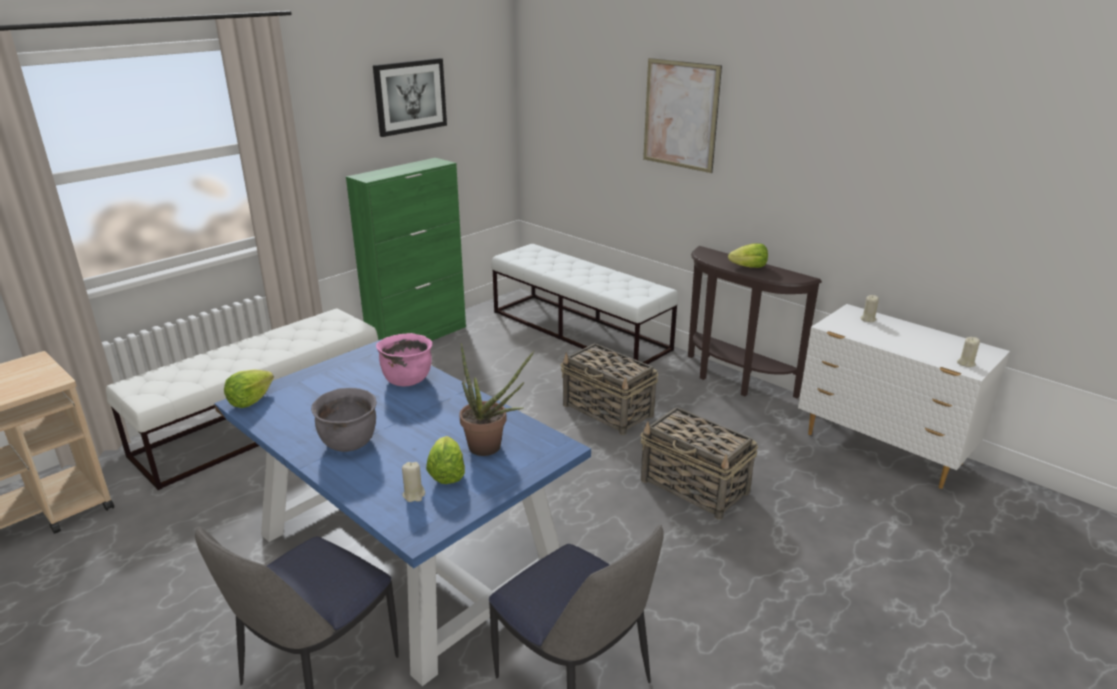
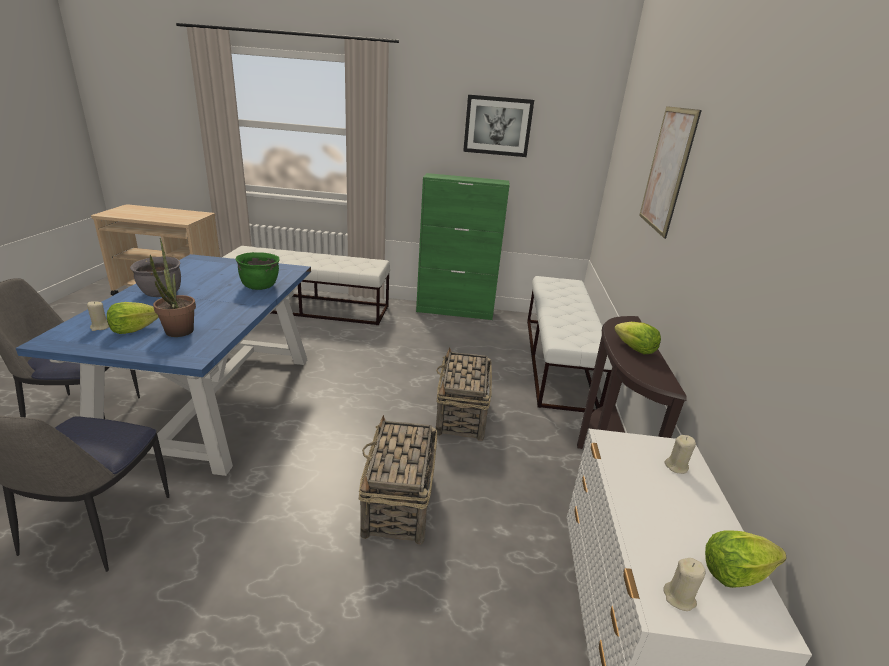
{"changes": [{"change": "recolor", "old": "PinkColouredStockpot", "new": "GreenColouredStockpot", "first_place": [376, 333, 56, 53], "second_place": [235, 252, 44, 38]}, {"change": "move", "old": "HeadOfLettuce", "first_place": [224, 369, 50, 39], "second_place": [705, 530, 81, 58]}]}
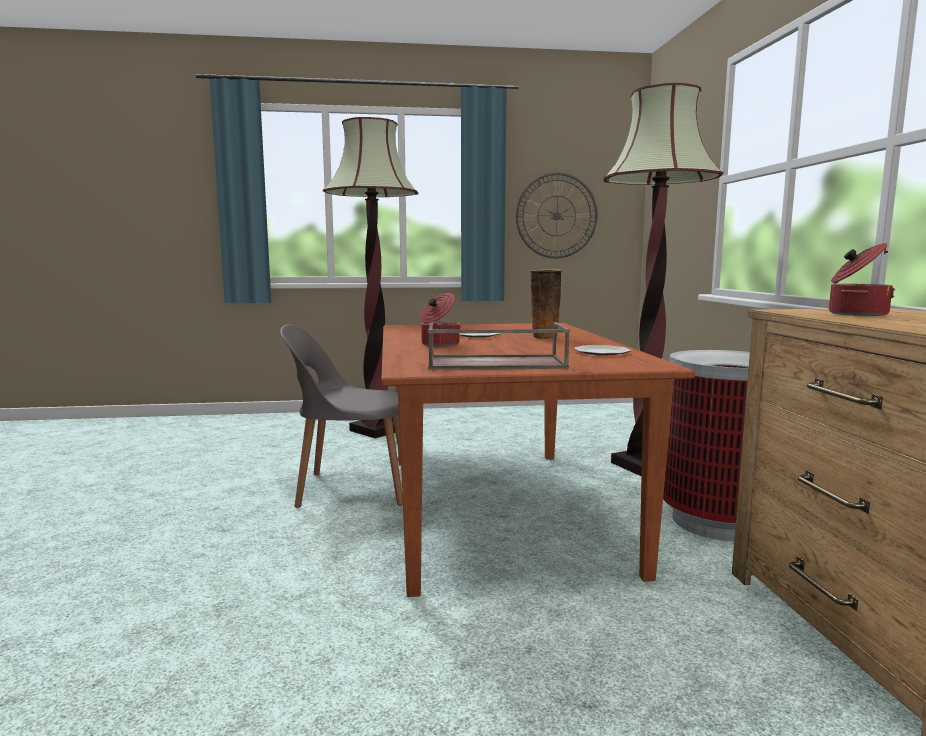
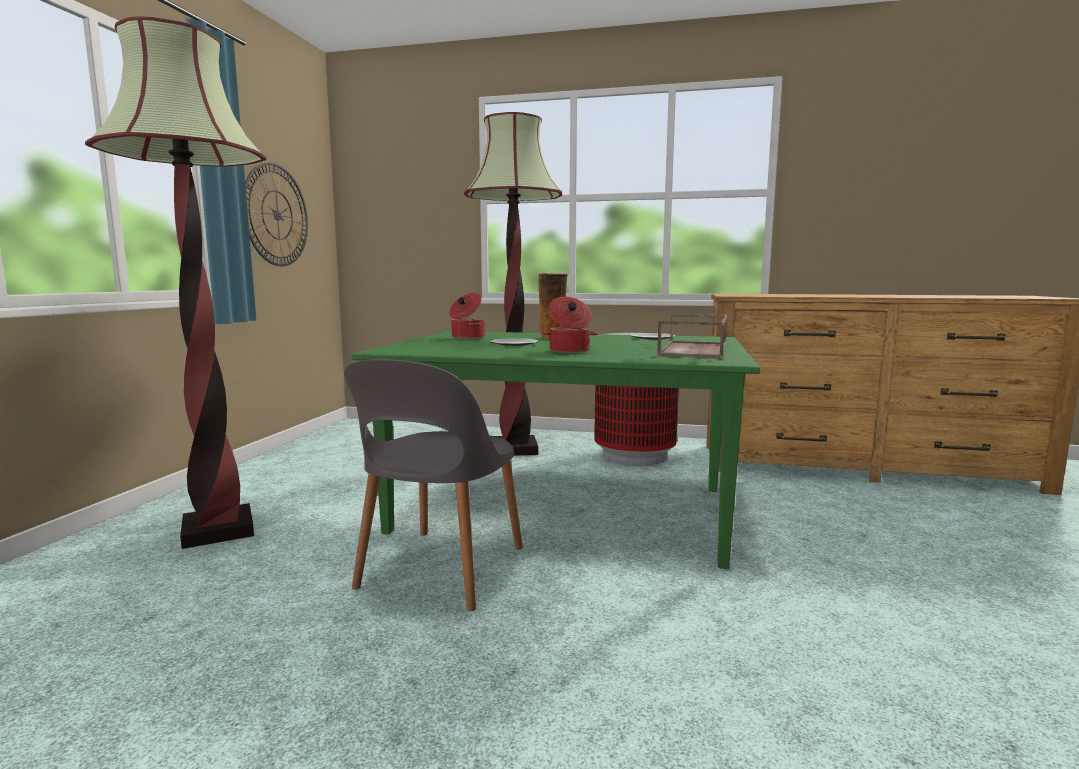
{"changes": [{"change": "recolor", "old": "BrownColouredDinnerTable", "new": "GreenColouredDinnerTable", "first_place": [381, 323, 314, 274], "second_place": [351, 331, 409, 238]}, {"change": "move", "old": "Stockpot", "first_place": [829, 243, 66, 73], "second_place": [449, 293, 36, 46]}]}
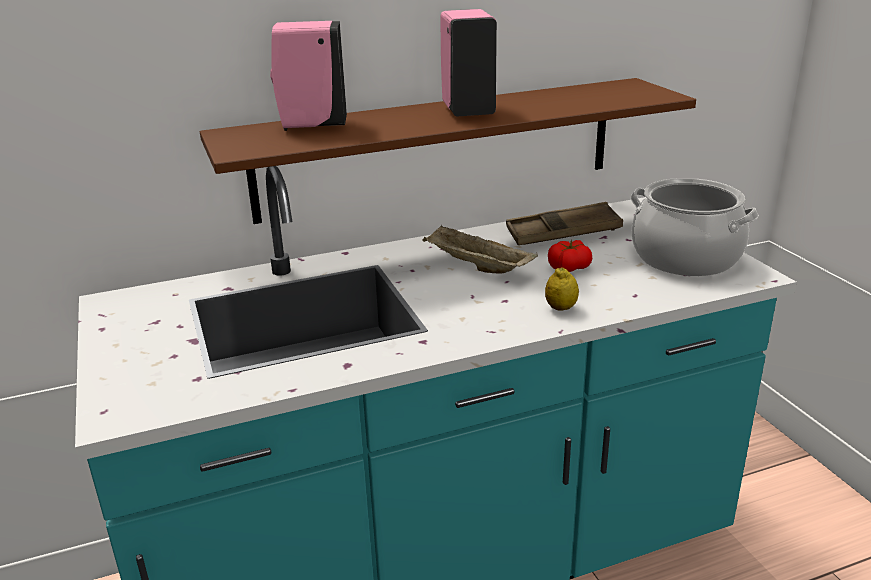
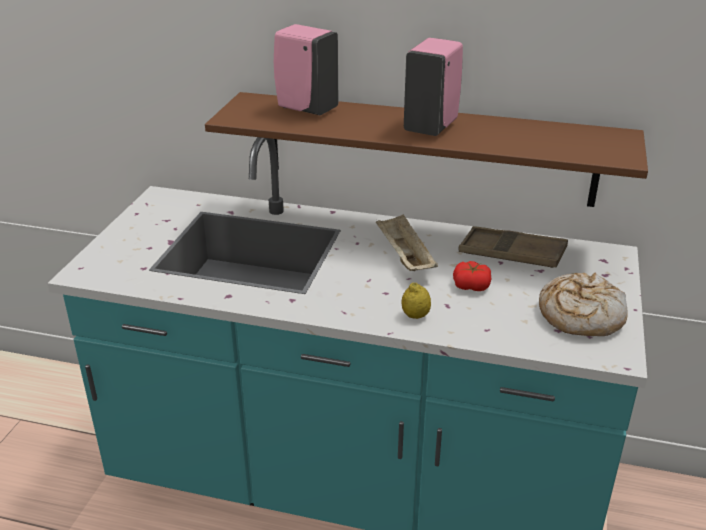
{"changes": [{"change": "replace", "old": "Stockpot", "new": "BakedBread", "first_place": [630, 178, 129, 98], "second_place": [539, 272, 89, 64]}]}
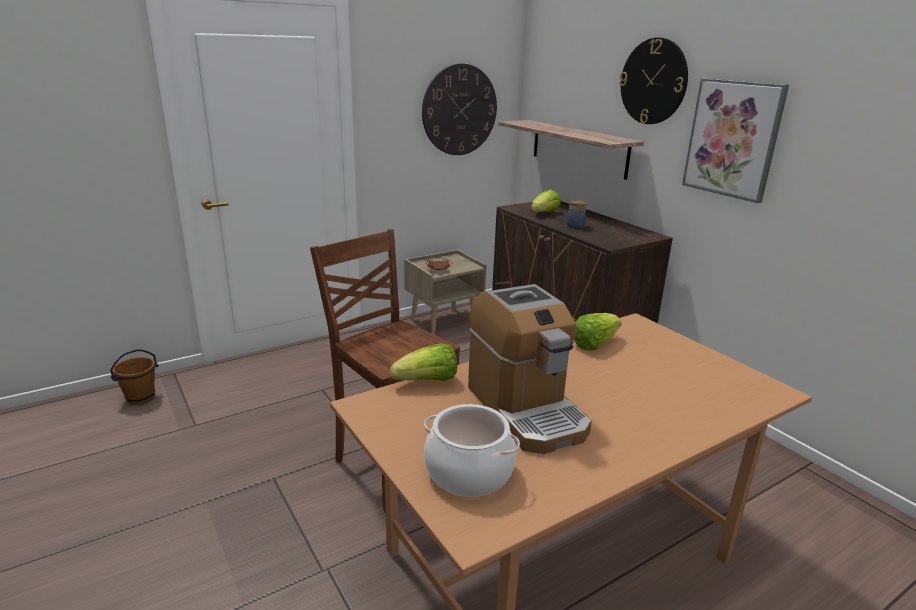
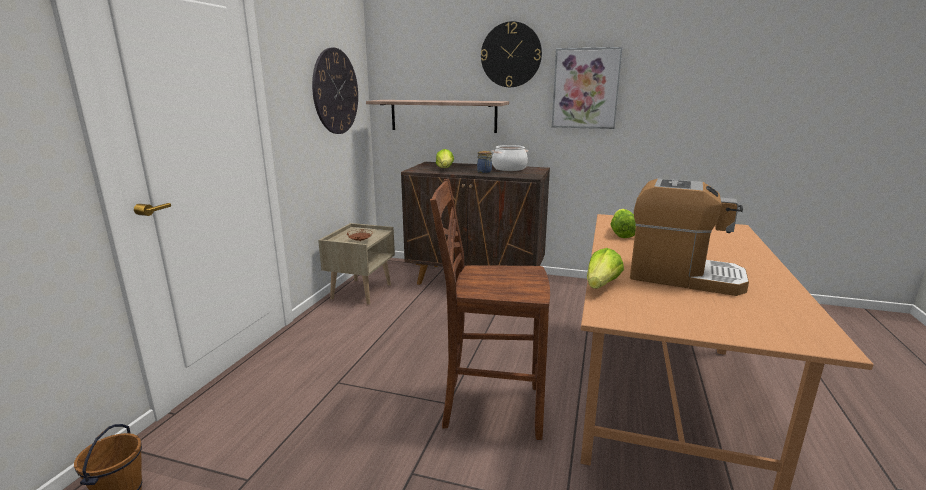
{"changes": [{"change": "move", "old": "Stockpot", "first_place": [424, 404, 96, 93], "second_place": [492, 145, 36, 26]}]}
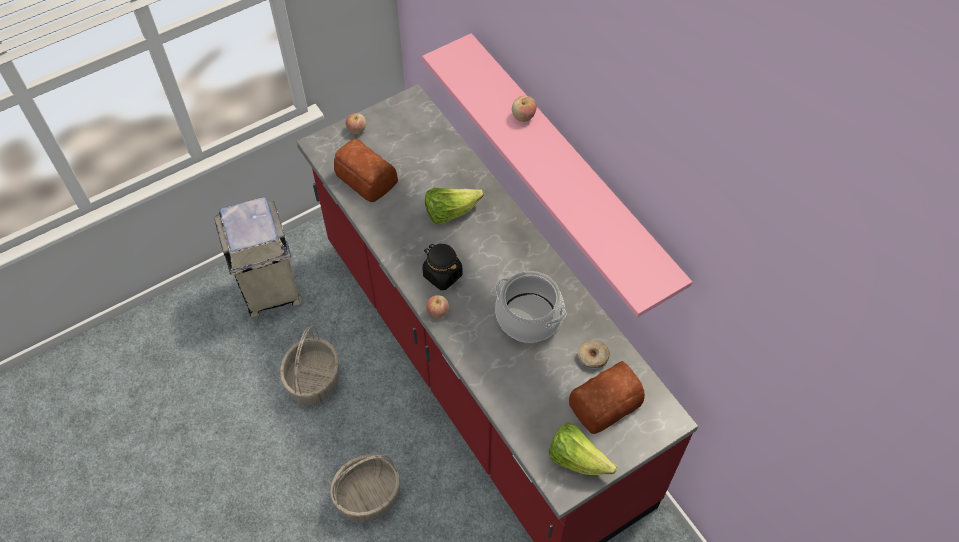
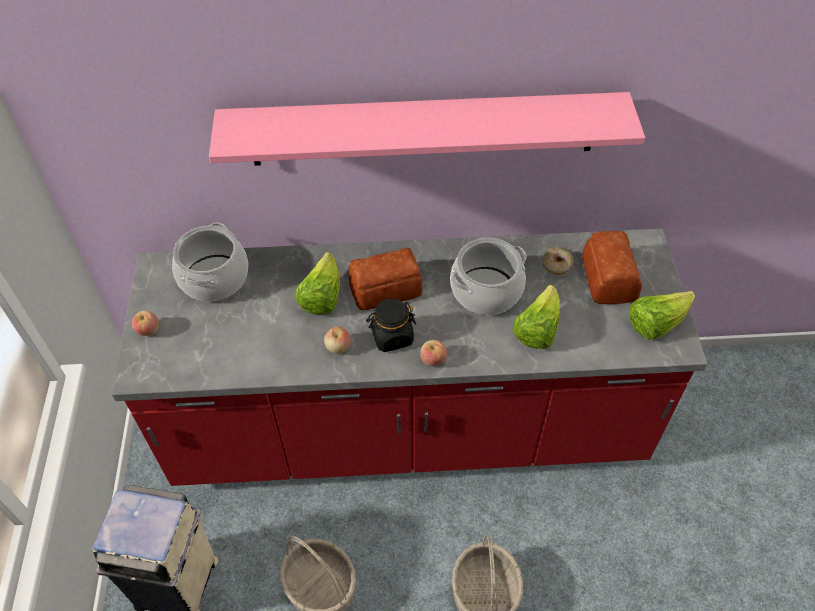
{"changes": [{"change": "insert", "new": "Stockpot", "second_place": [172, 223, 76, 78]}, {"change": "move", "old": "WholeApple", "first_place": [512, 96, 25, 26], "second_place": [324, 326, 27, 28]}, {"change": "move", "old": "BakedBread", "first_place": [334, 139, 64, 63], "second_place": [349, 248, 73, 62]}, {"change": "insert", "new": "HeadOfLettuce", "second_place": [513, 285, 47, 64]}]}
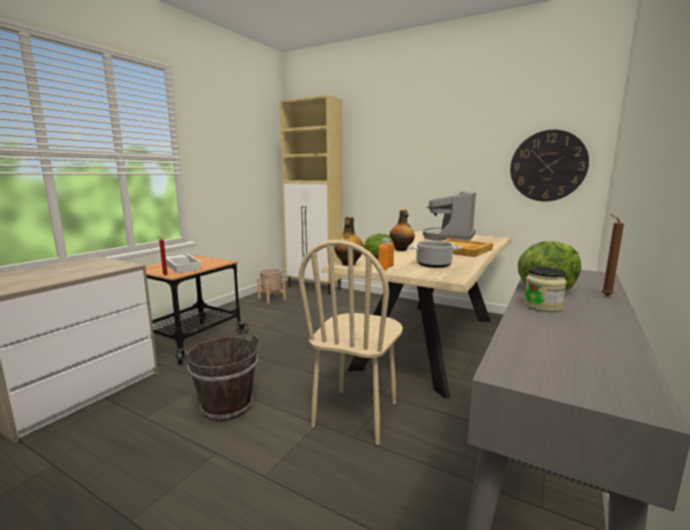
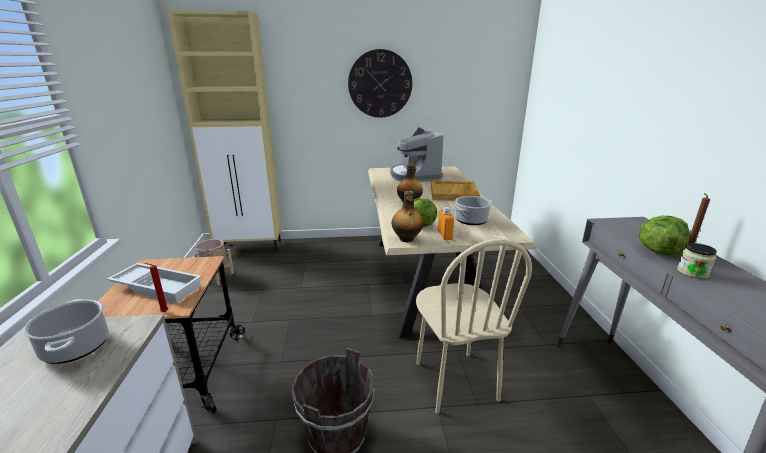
{"changes": [{"change": "insert", "new": "Stockpot", "second_place": [23, 299, 86, 65]}, {"change": "move", "old": "WallClock", "first_place": [510, 130, 79, 72], "second_place": [348, 49, 64, 69]}]}
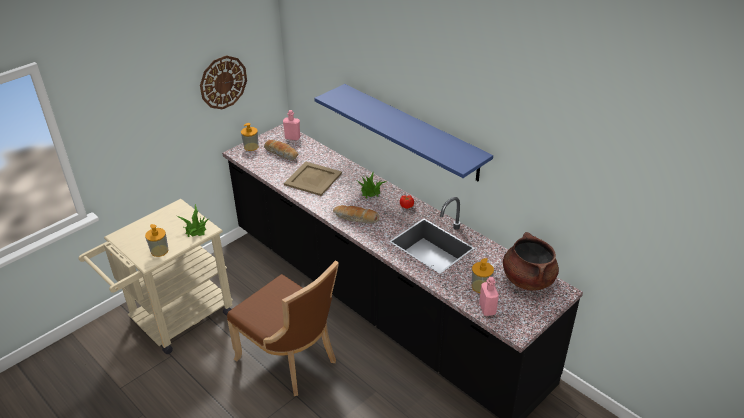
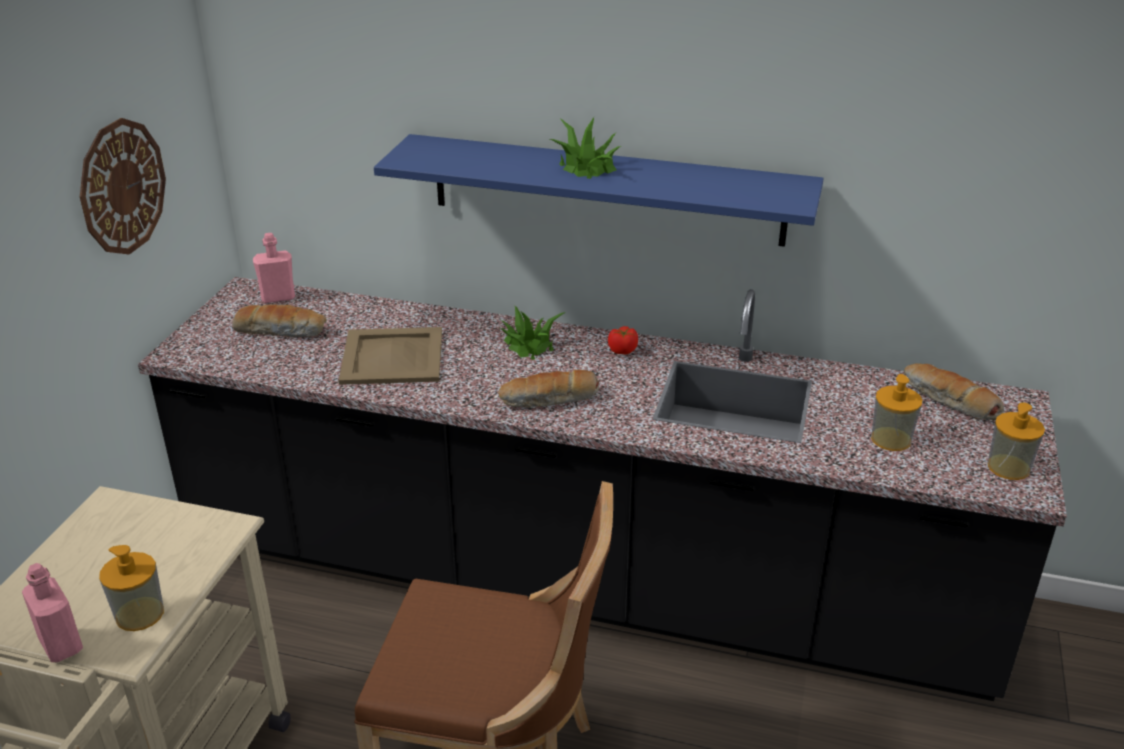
{"changes": [{"change": "move", "old": "PinkColouredBeverageBottle", "first_place": [479, 277, 20, 39], "second_place": [22, 563, 61, 99]}, {"change": "move", "old": "Houseplant", "first_place": [177, 203, 31, 34], "second_place": [550, 117, 71, 62]}, {"change": "replace", "old": "BrownColouredStockpot", "new": "BakedBread", "first_place": [503, 232, 56, 59], "second_place": [904, 363, 100, 57]}, {"change": "move", "old": "LiquidSoapBottle", "first_place": [241, 123, 18, 28], "second_place": [988, 403, 57, 77]}]}
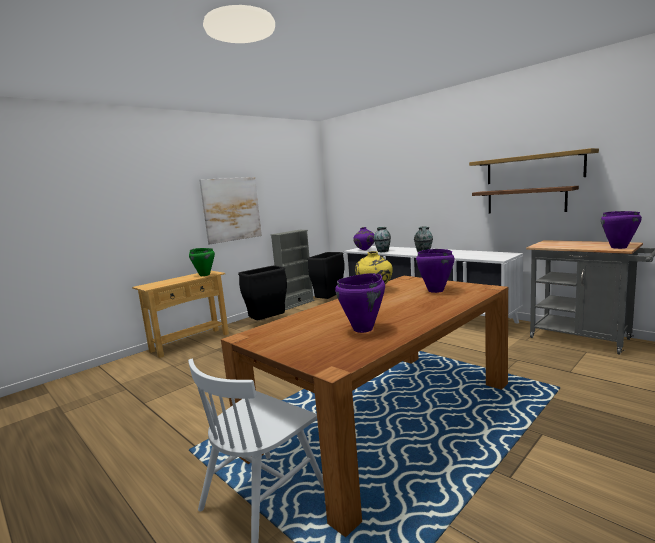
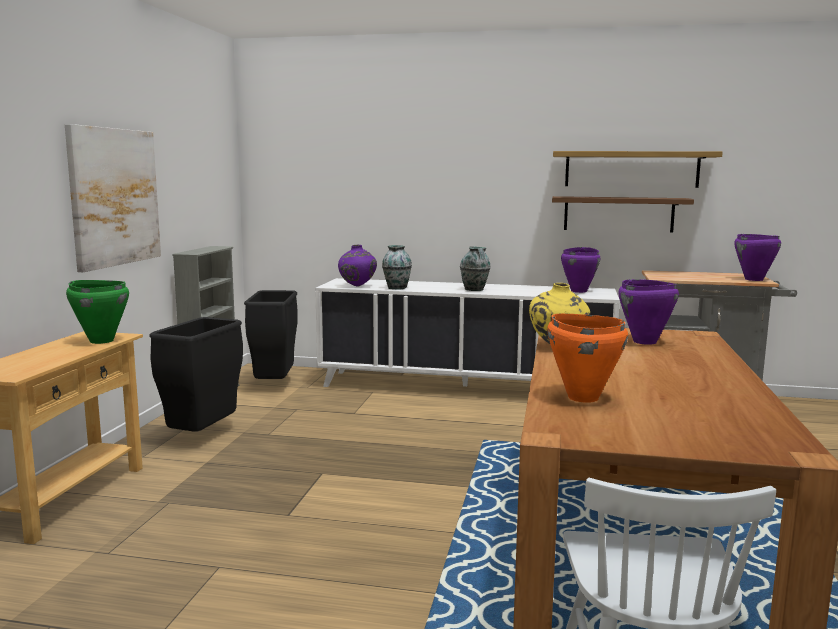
{"changes": [{"change": "insert", "new": "OrangeColouredStockpot", "second_place": [547, 313, 81, 90]}, {"change": "move", "old": "PurplishStockpot", "first_place": [335, 273, 50, 60], "second_place": [561, 247, 39, 46]}]}
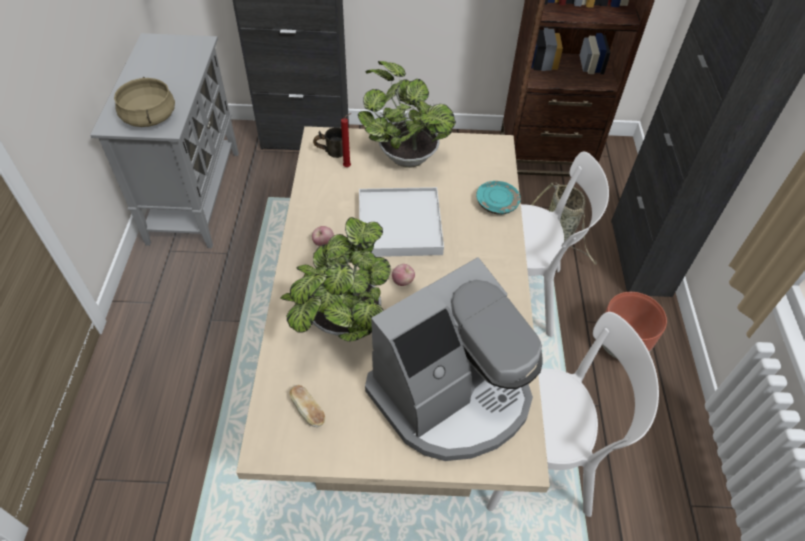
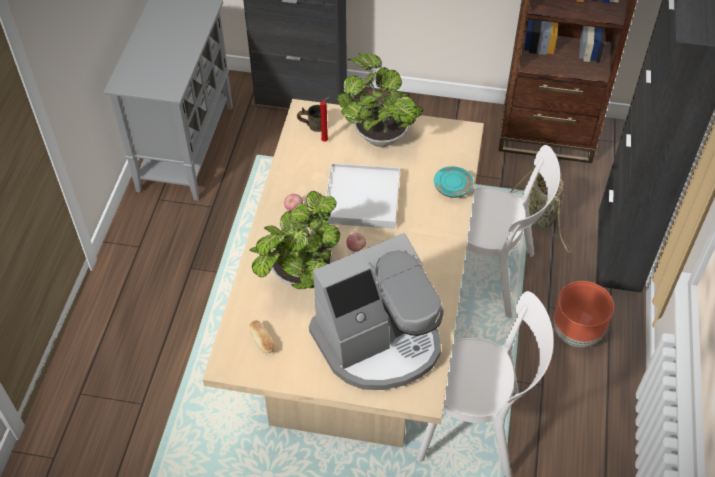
{"changes": [{"change": "delete", "old": "SandColouredStockpot", "first_place": [114, 77, 61, 50]}]}
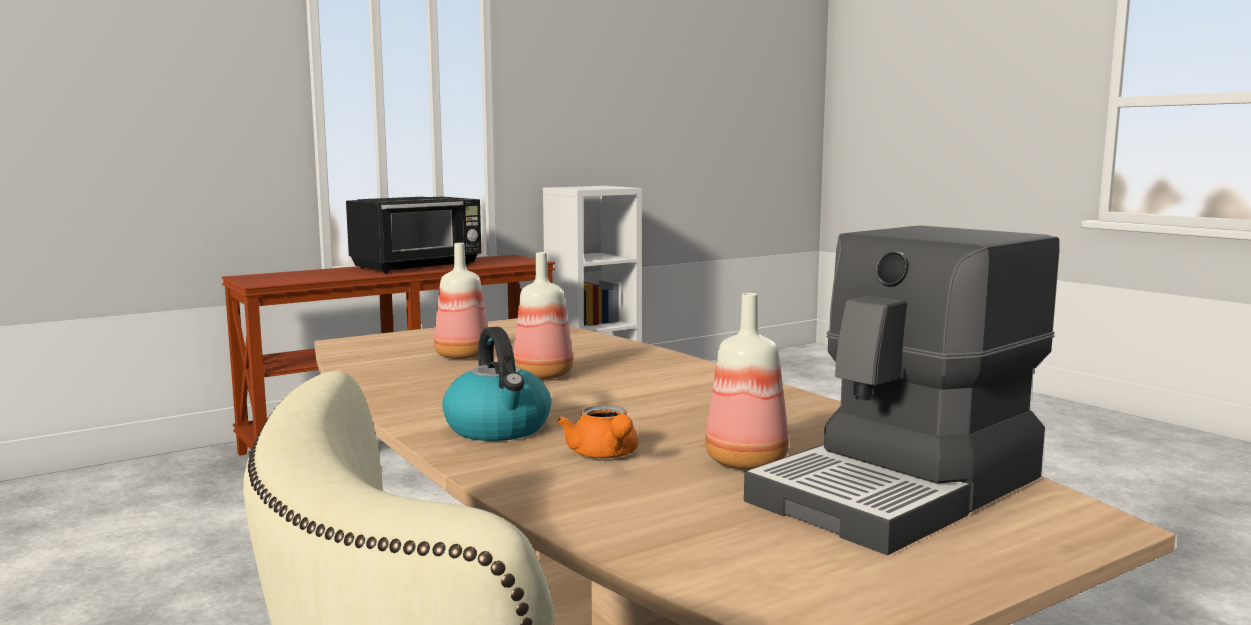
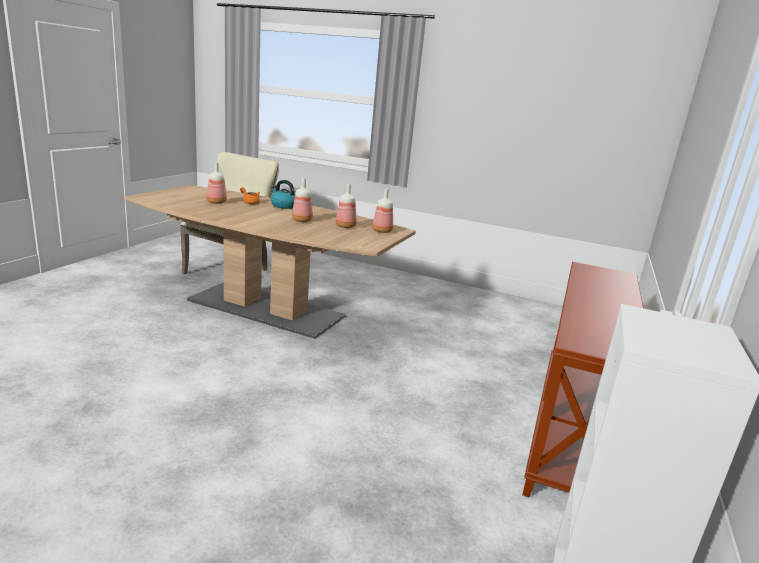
{"changes": [{"change": "insert", "new": "BeverageBottle", "second_place": [372, 188, 21, 45]}, {"change": "delete", "old": "BlackMicrowaveOven", "first_place": [346, 197, 135, 76]}, {"change": "delete", "old": "CoffeeMachine", "first_place": [744, 225, 316, 330]}]}
